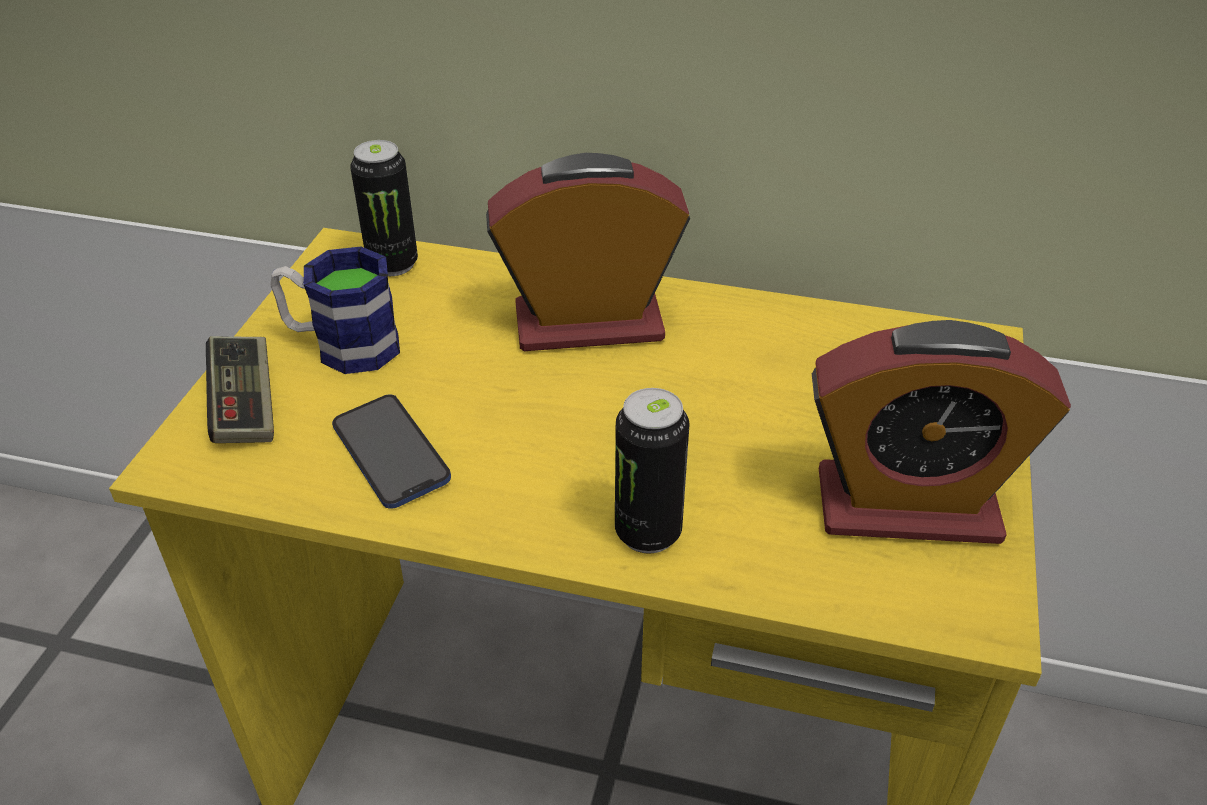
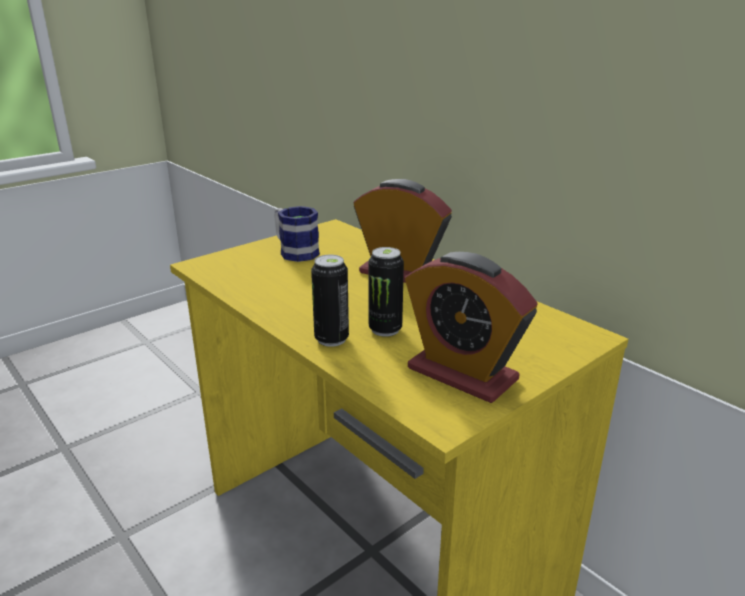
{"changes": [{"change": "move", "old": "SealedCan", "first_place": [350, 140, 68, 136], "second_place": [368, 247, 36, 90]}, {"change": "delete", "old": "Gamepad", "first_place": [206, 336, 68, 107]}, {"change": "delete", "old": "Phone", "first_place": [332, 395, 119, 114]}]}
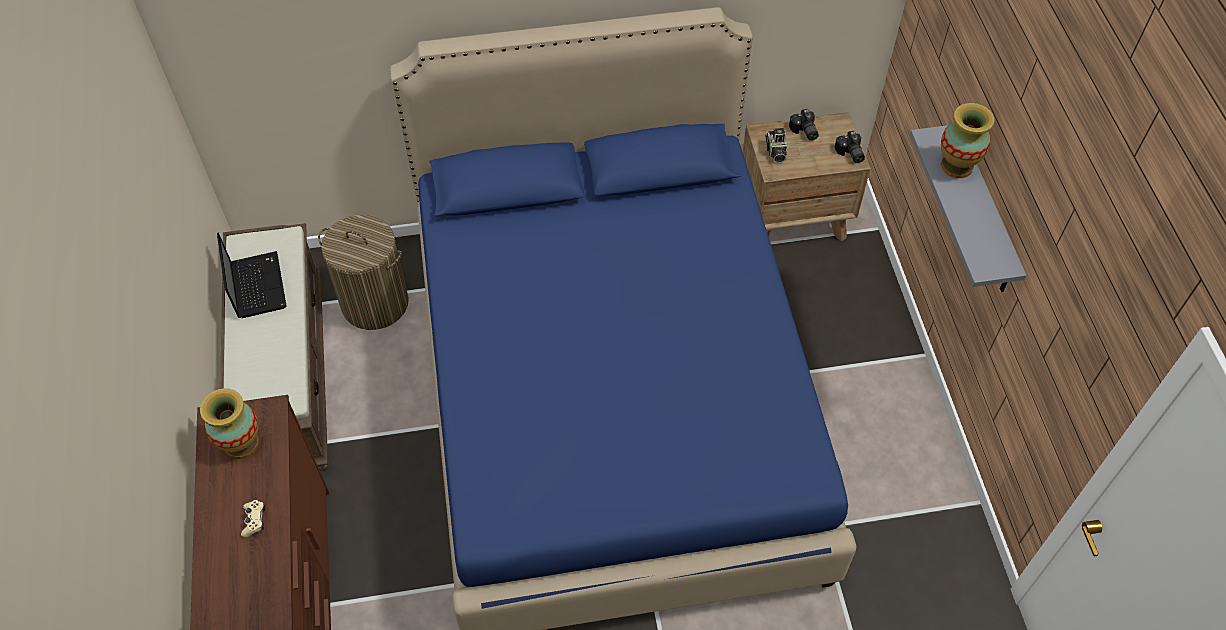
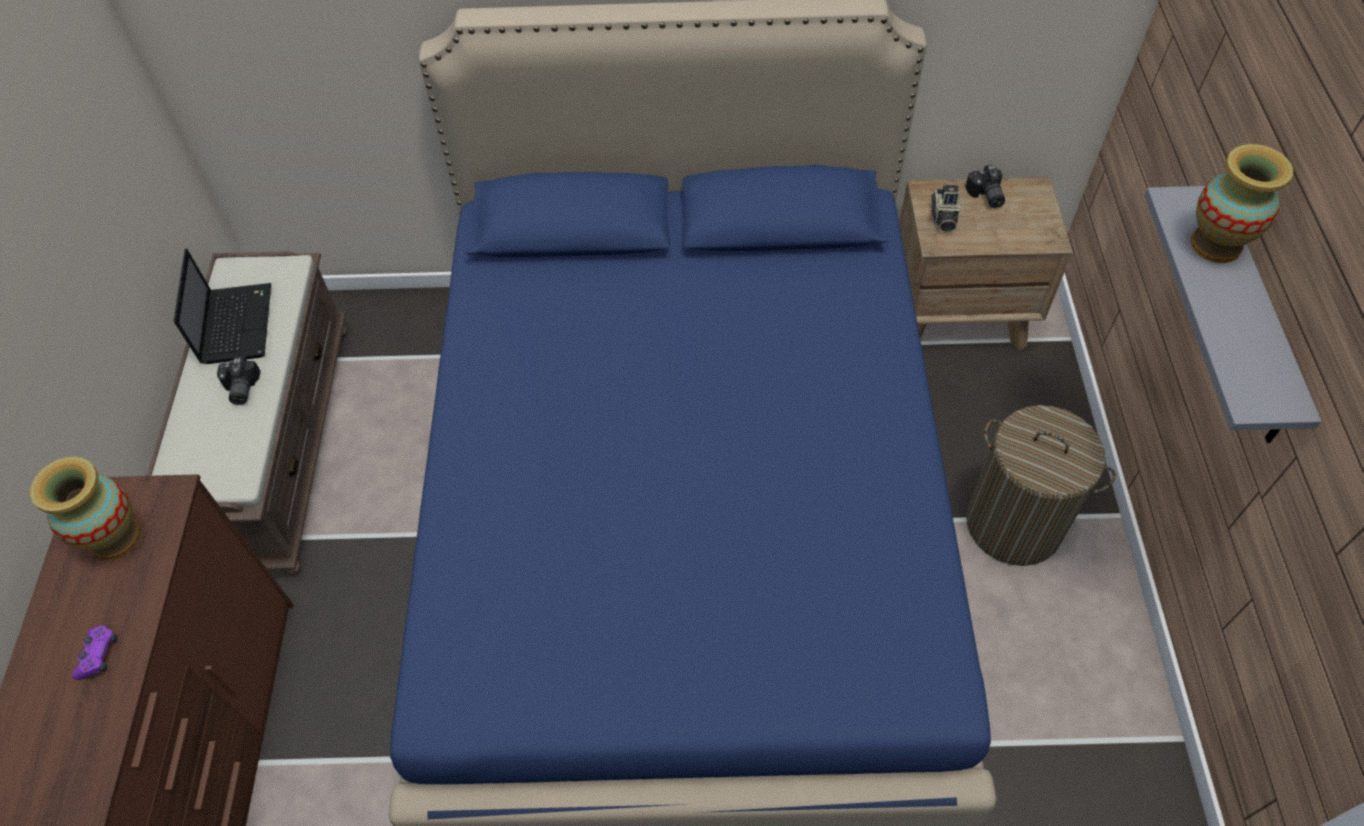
{"changes": [{"change": "recolor", "old": "SandColouredGamepad", "new": "PurplishGamepad", "first_place": [241, 500, 24, 37], "second_place": [72, 625, 45, 55]}, {"change": "move", "old": "StillCamera", "first_place": [835, 131, 30, 32], "second_place": [217, 357, 44, 48]}, {"change": "move", "old": "Hamper", "first_place": [318, 215, 91, 115], "second_place": [966, 405, 150, 161]}]}
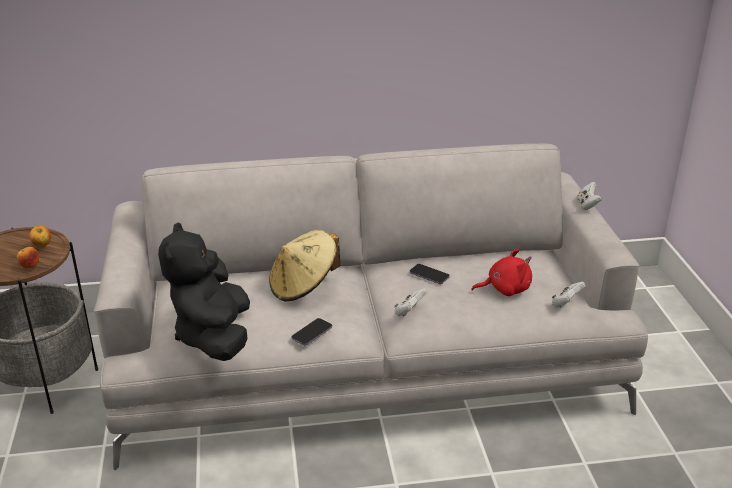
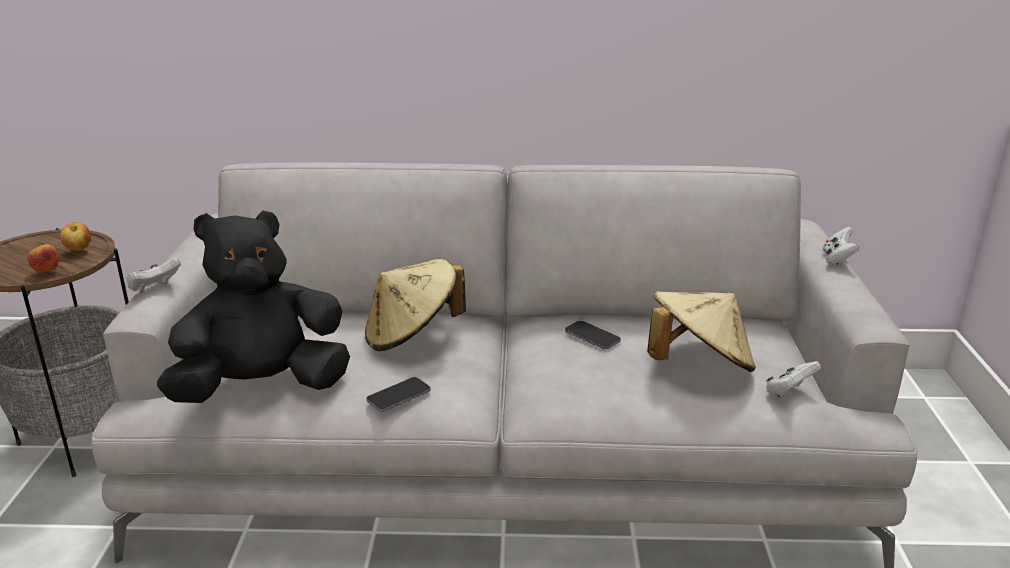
{"changes": [{"change": "move", "old": "WhiteGamepad", "first_place": [394, 289, 33, 27], "second_place": [127, 257, 54, 35]}, {"change": "rotate", "old": "BlackSoftToy", "first_place": [158, 222, 92, 139], "second_place": [157, 210, 193, 193], "degrees": 60}, {"change": "replace", "old": "RedSoftToy", "new": "SandColouredHat", "first_place": [471, 249, 61, 47], "second_place": [647, 291, 109, 81]}]}
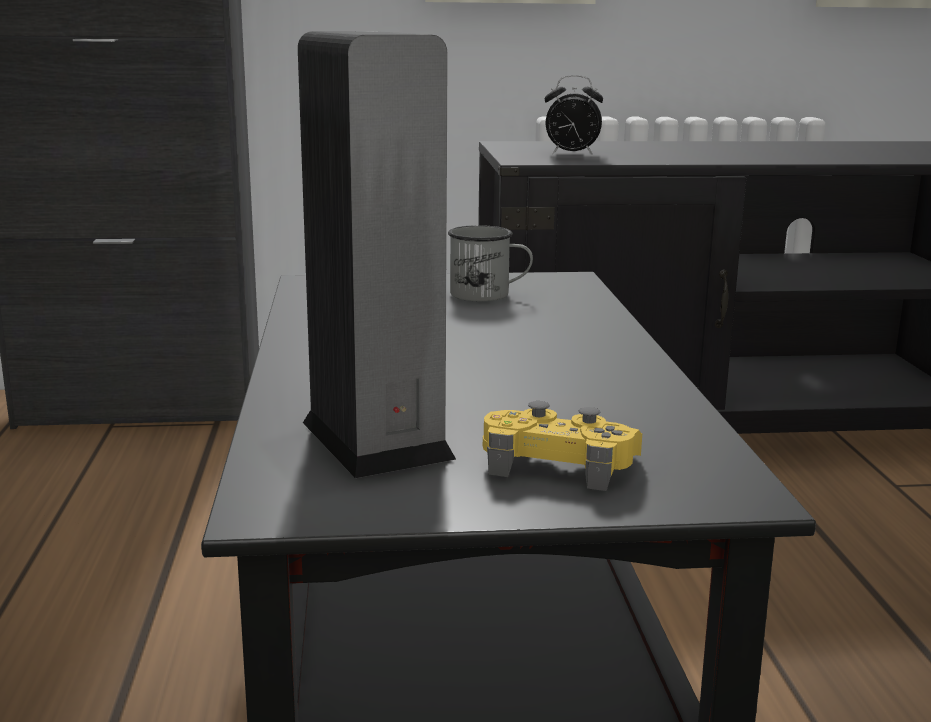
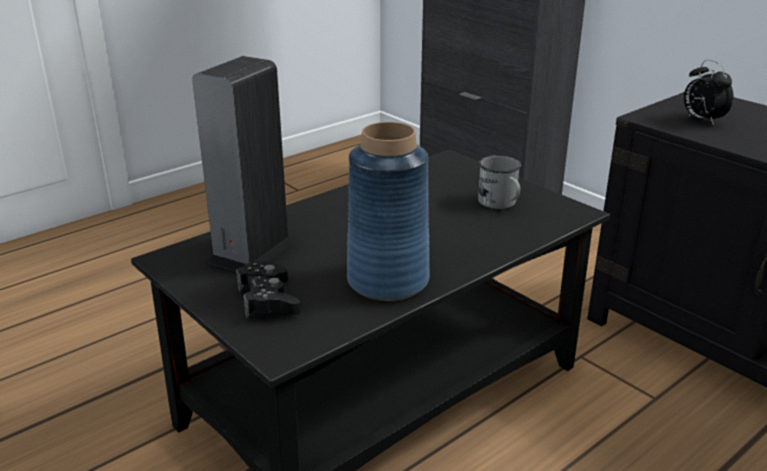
{"changes": [{"change": "recolor", "old": "YellowColouredGamepad", "new": "BlackGamepad", "first_place": [483, 401, 159, 90], "second_place": [236, 261, 65, 57]}, {"change": "insert", "new": "BlueColouredVase", "second_place": [347, 122, 82, 179]}]}
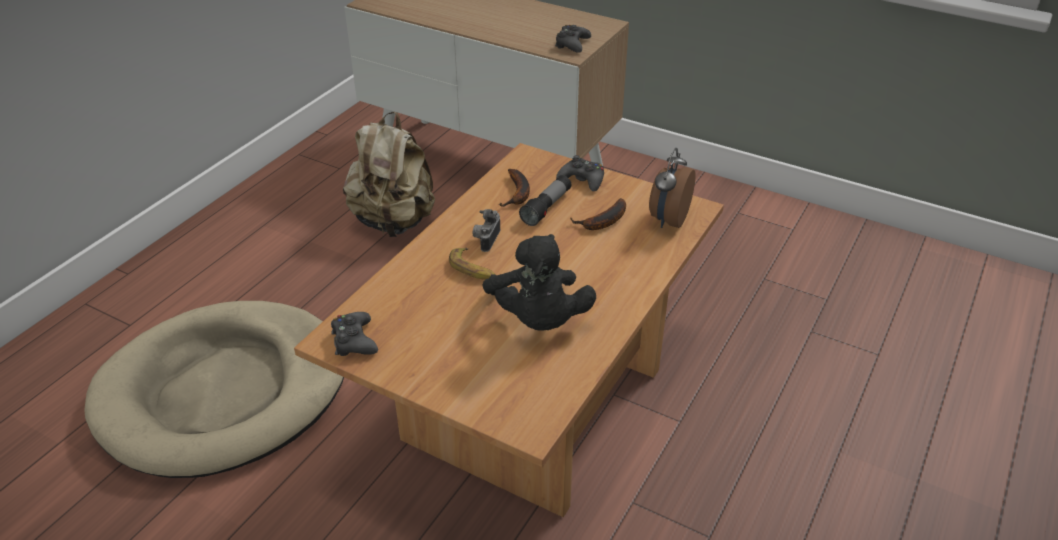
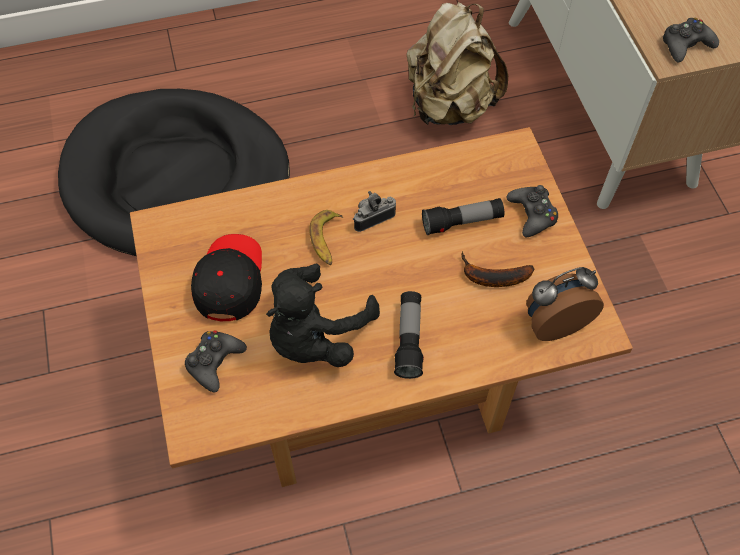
{"changes": [{"change": "recolor", "old": "SandColouredDogCushion", "new": "BlackDogCushion", "first_place": [84, 301, 260, 177], "second_place": [58, 89, 232, 167]}, {"change": "move", "old": "BlackGamepad", "first_place": [331, 312, 47, 44], "second_place": [185, 331, 62, 62]}, {"change": "insert", "new": "BlackBaseballCap", "second_place": [191, 234, 71, 87]}, {"change": "insert", "new": "Flashlight", "second_place": [394, 291, 30, 88]}, {"change": "delete", "old": "Banana", "first_place": [499, 169, 31, 38]}]}
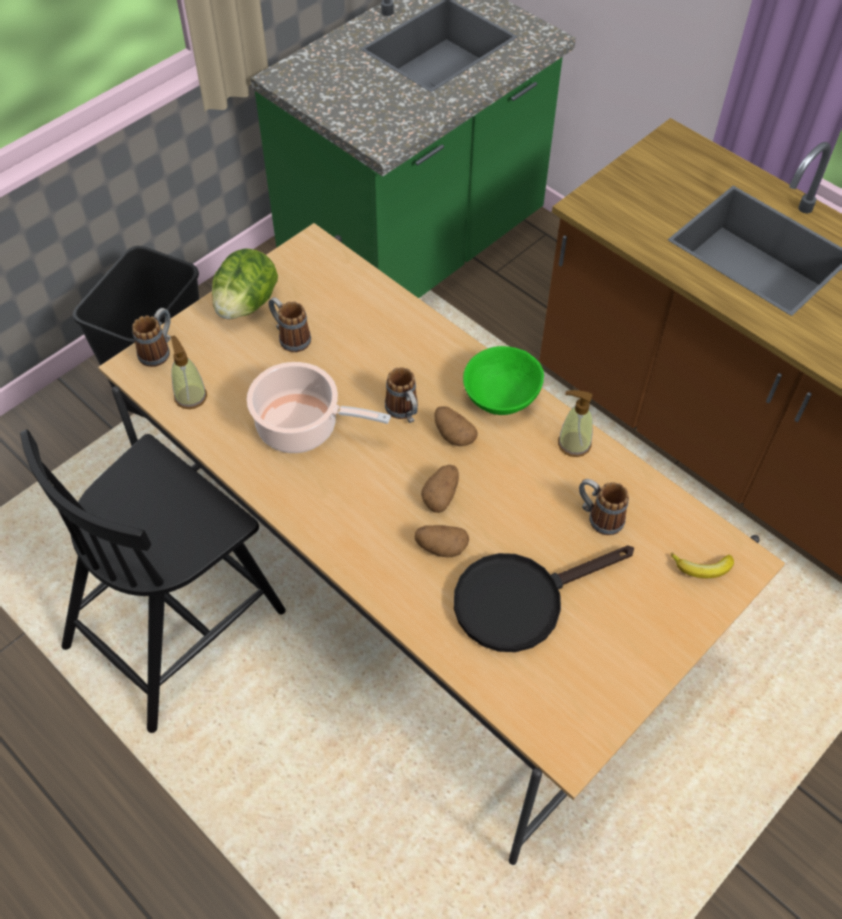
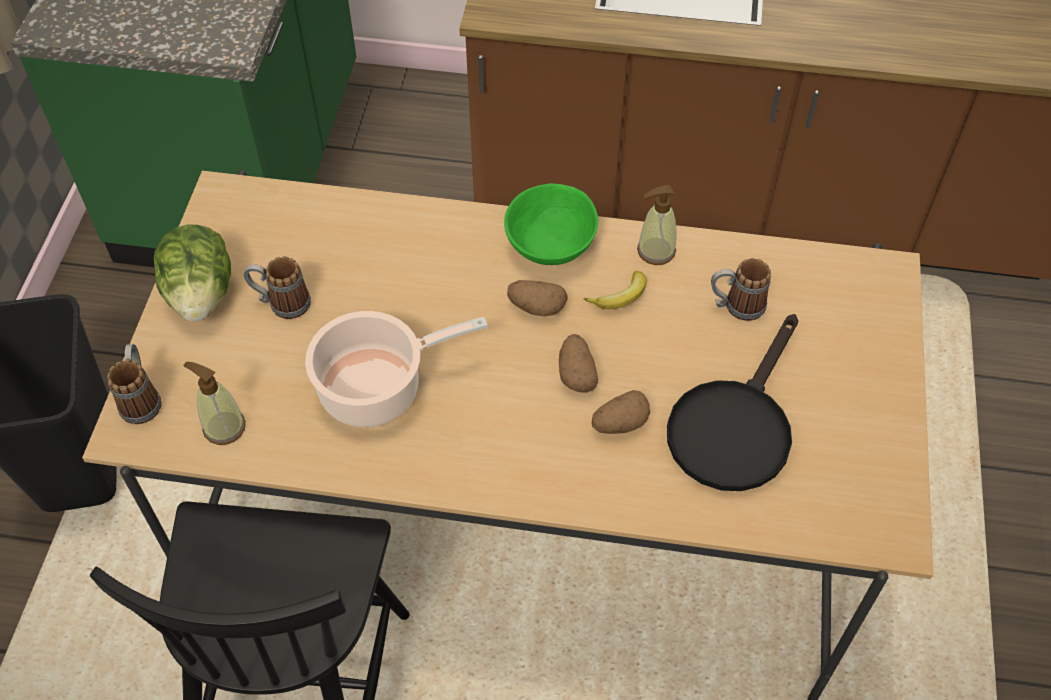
{"changes": [{"change": "move", "old": "Banana", "first_place": [670, 553, 64, 25], "second_place": [584, 271, 62, 38]}, {"change": "delete", "old": "CoffeeMug", "first_place": [385, 367, 33, 56]}]}
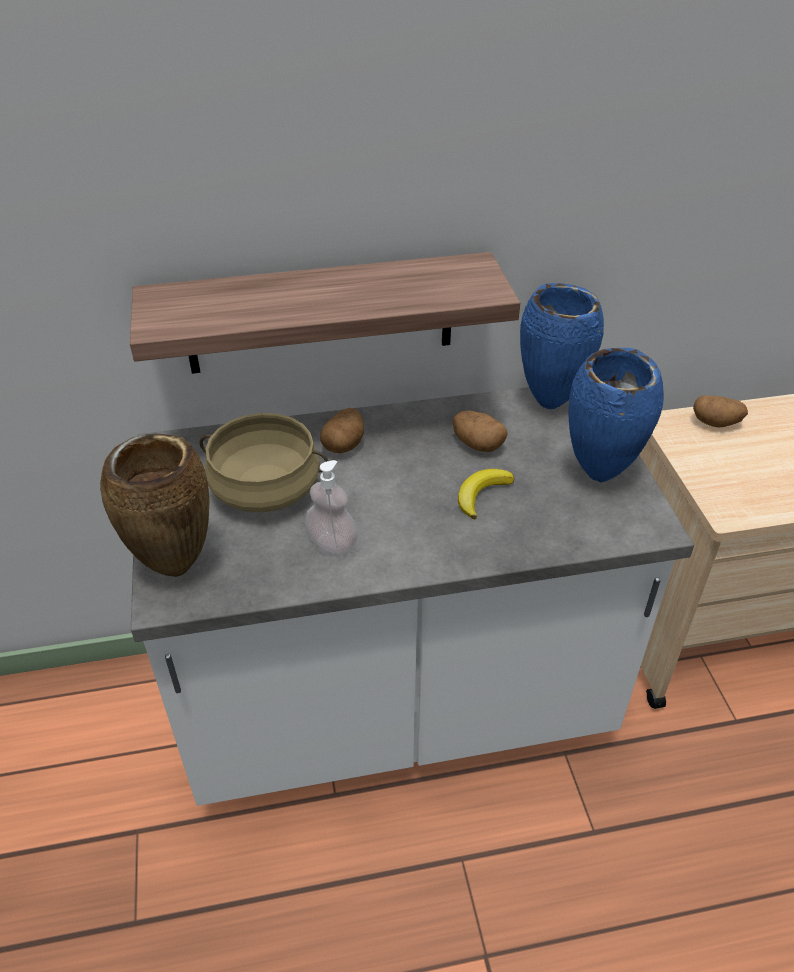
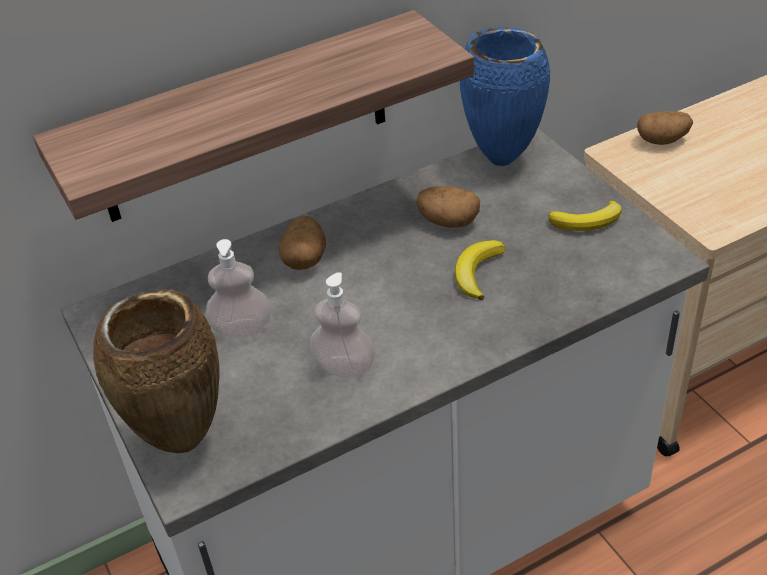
{"changes": [{"change": "replace", "old": "SandColouredStockpot", "new": "LiquidSoapBottle", "first_place": [199, 413, 129, 99], "second_place": [206, 239, 65, 99]}, {"change": "replace", "old": "BlueColouredVase", "new": "Banana", "first_place": [568, 348, 96, 134], "second_place": [549, 201, 73, 30]}]}
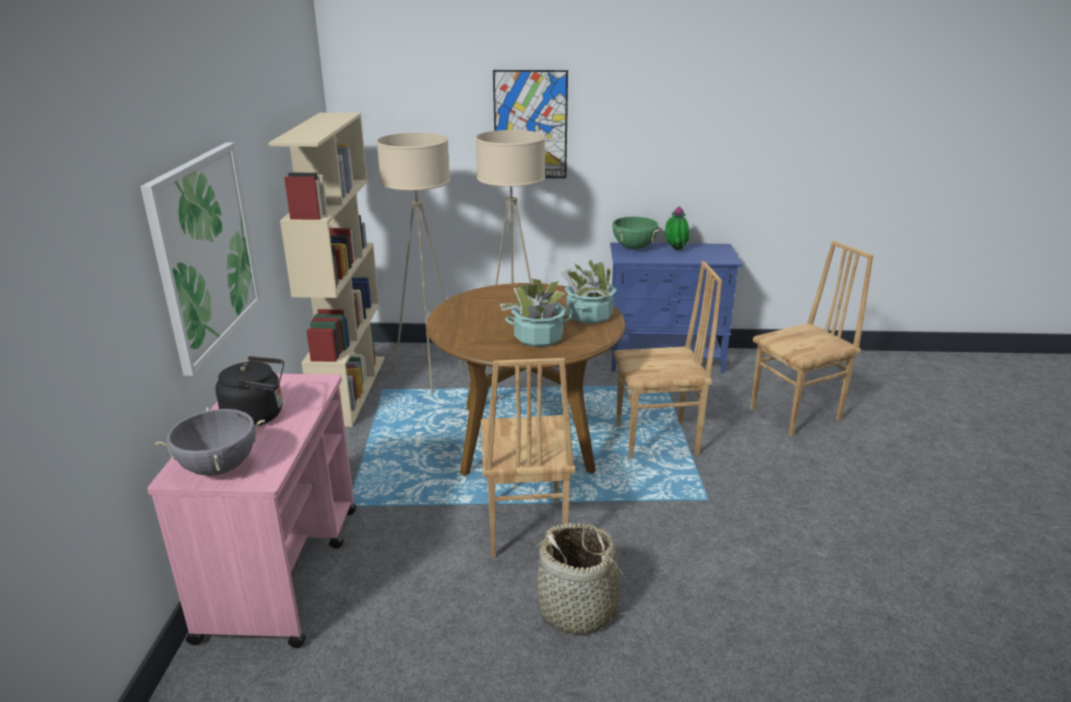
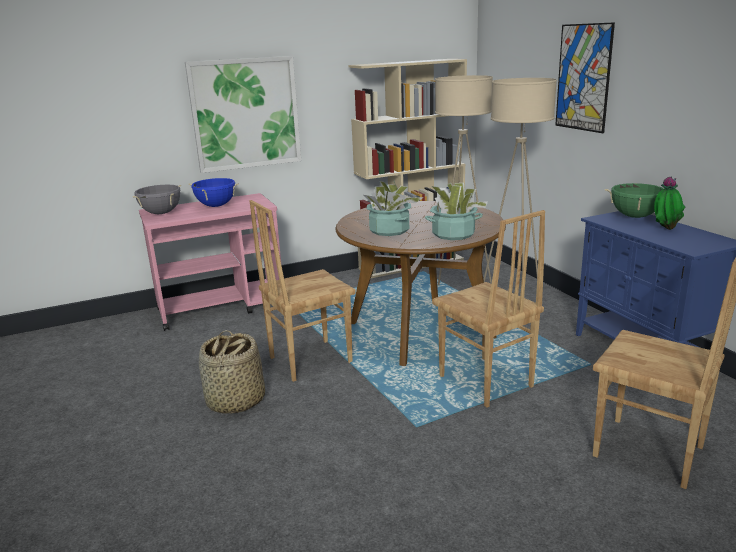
{"changes": [{"change": "replace", "old": "BlackKettle", "new": "BlueColouredStockpot", "first_place": [215, 356, 69, 70], "second_place": [188, 178, 51, 29]}]}
